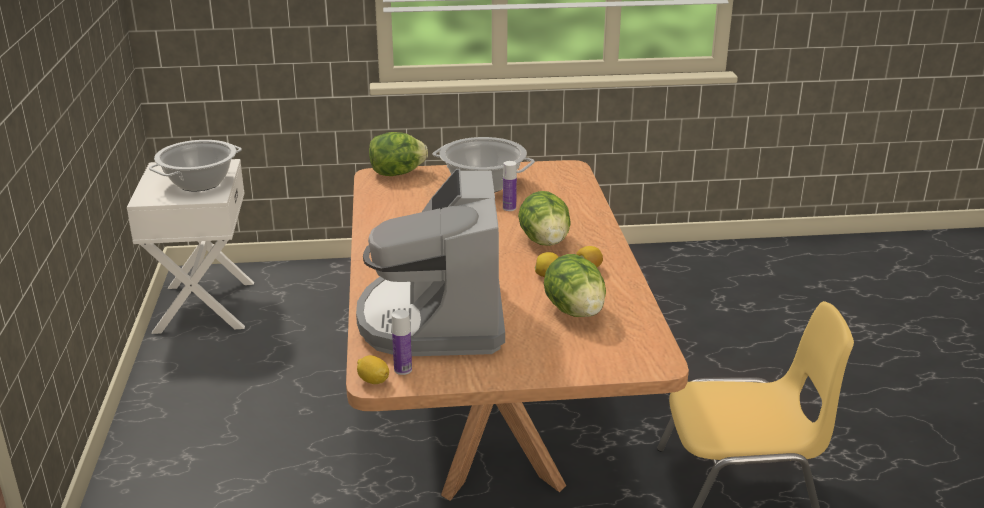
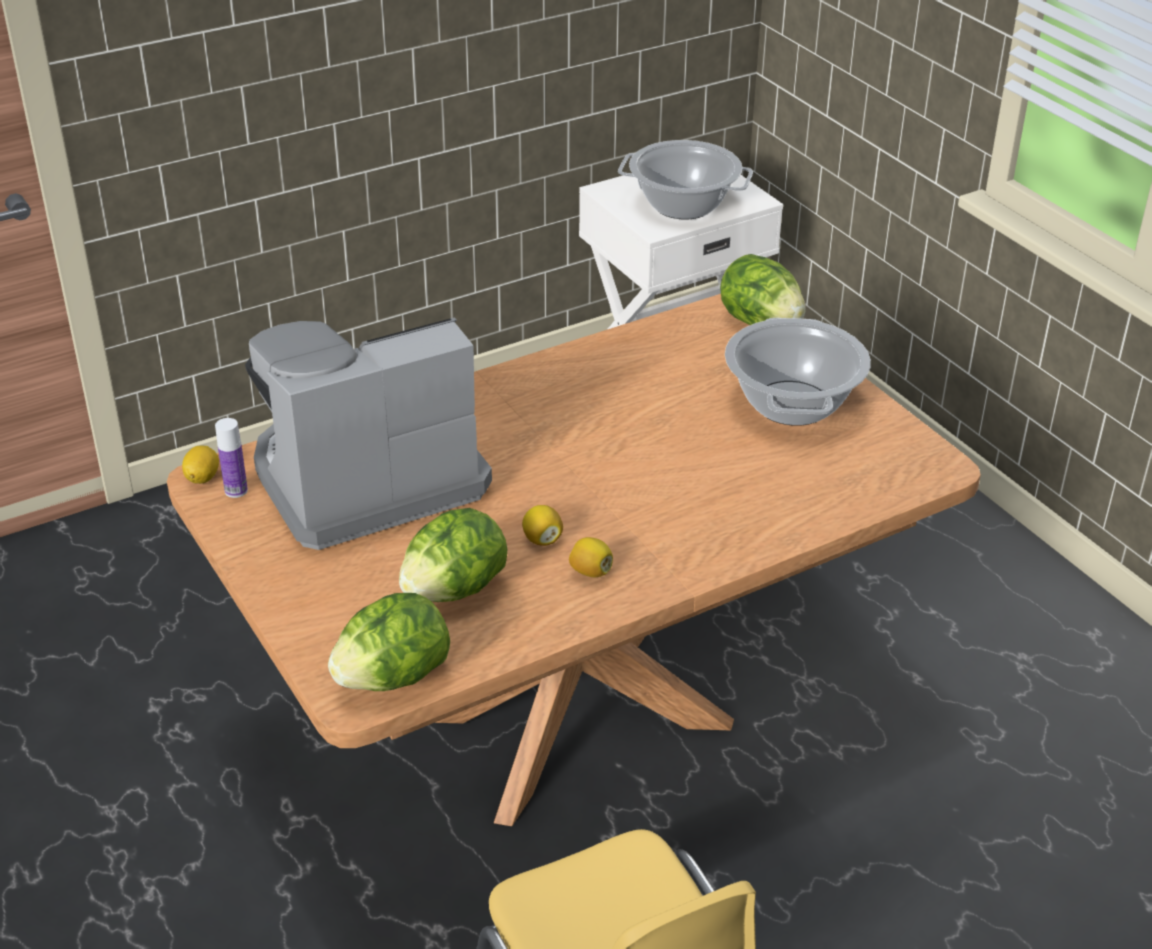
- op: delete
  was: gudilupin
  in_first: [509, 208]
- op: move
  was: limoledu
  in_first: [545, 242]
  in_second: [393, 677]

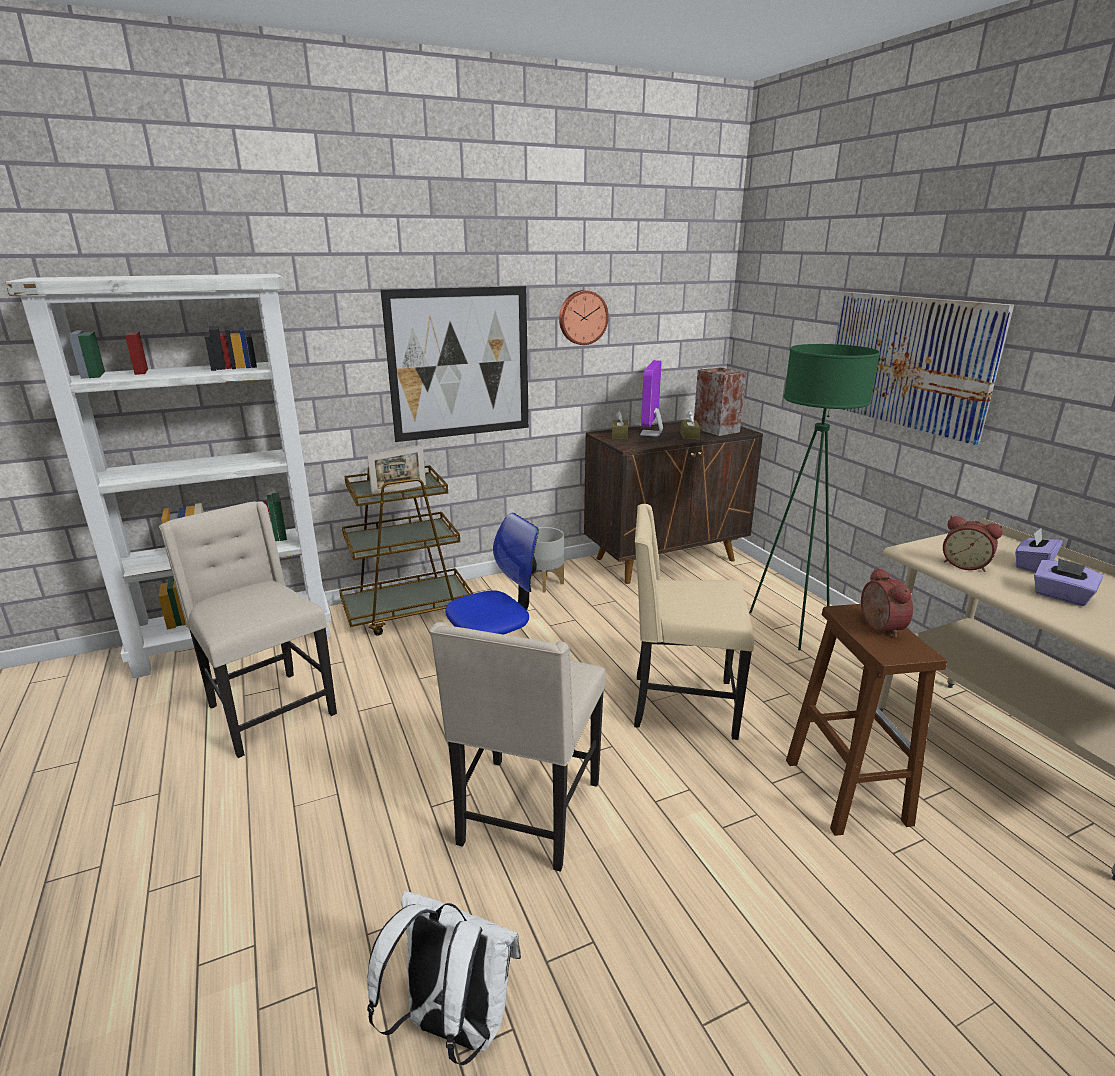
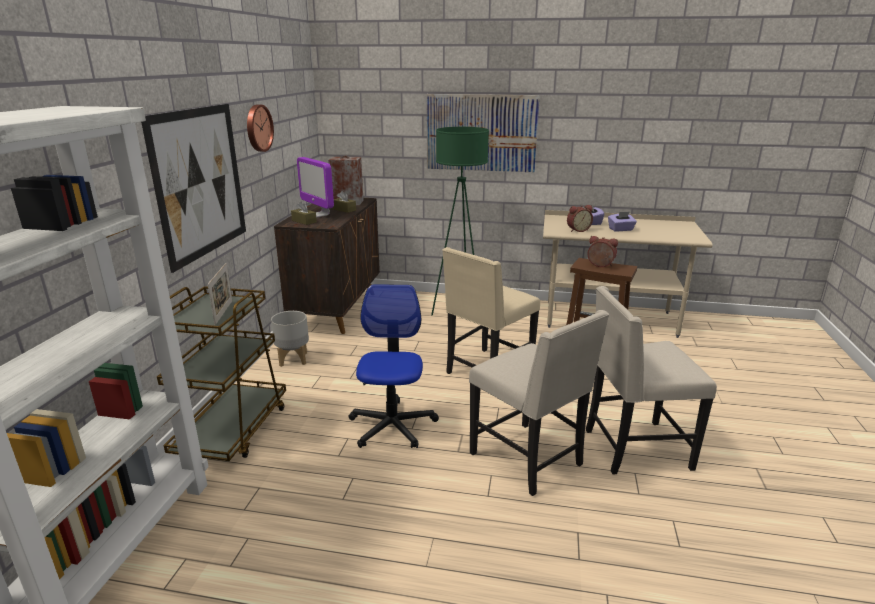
- op: move
  was: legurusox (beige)
  in_first: [268, 710]
  in_second: [634, 449]
- op: delete
  was: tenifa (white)
  in_first: [452, 1025]

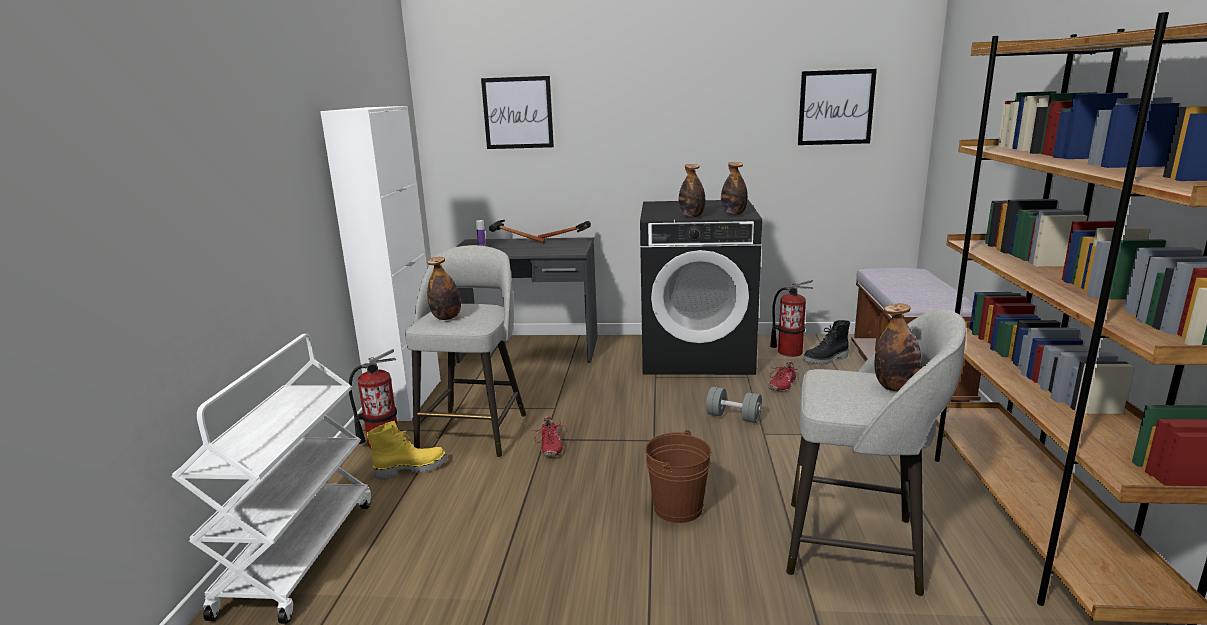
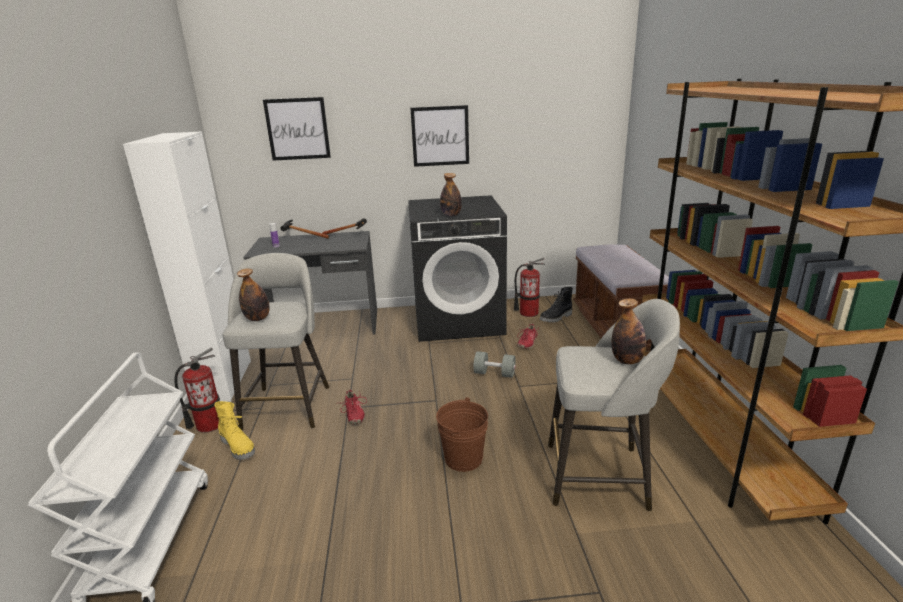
- op: rotate
  was: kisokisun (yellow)
  in_first: [411, 468]
  in_second: [238, 446]
  clockwise: 75
- op: delete
  was: gudilupin
  in_first: [733, 214]
- op: move
  was: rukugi
  in_first: [836, 107]
  in_second: [440, 136]

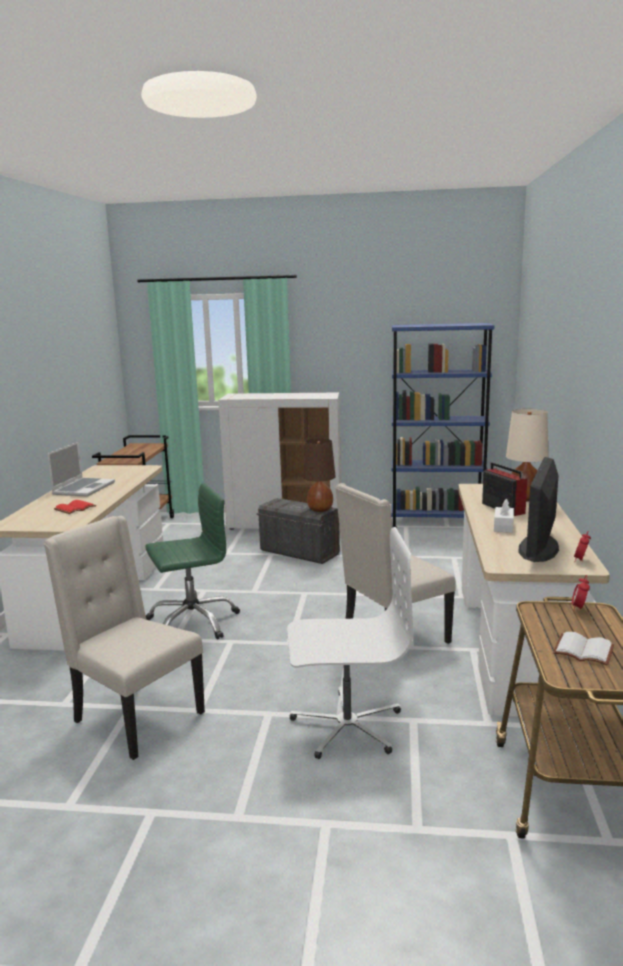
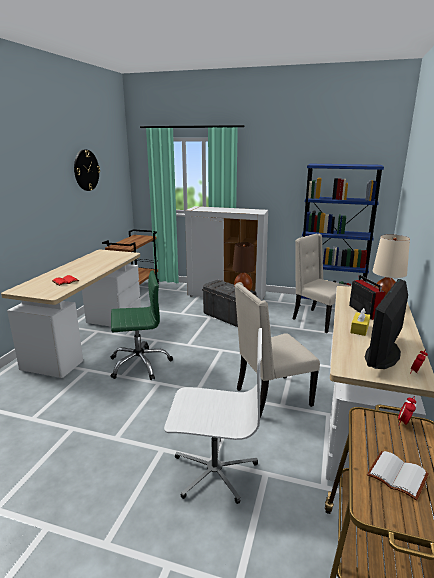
- op: move
  was: legurusox (beige)
  in_first: [135, 718]
  in_second: [318, 320]
- op: delete
  was: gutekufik
  in_first: [84, 488]
- op: recolor
  was: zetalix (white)
  now: zetalix (yellow)
  in_first: [503, 526]
  in_second: [359, 329]
- op: insert
  now: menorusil
  in_second: [86, 170]

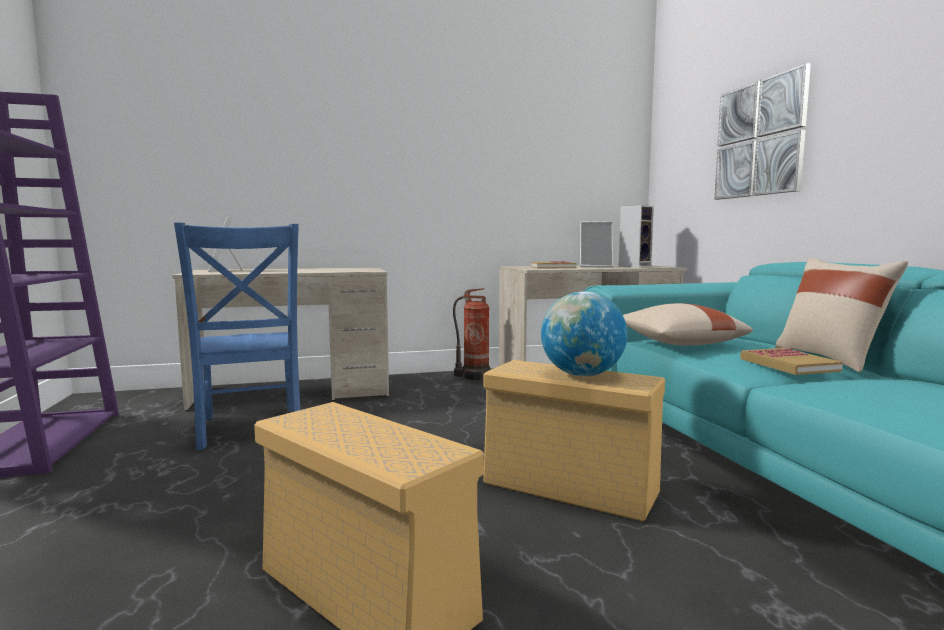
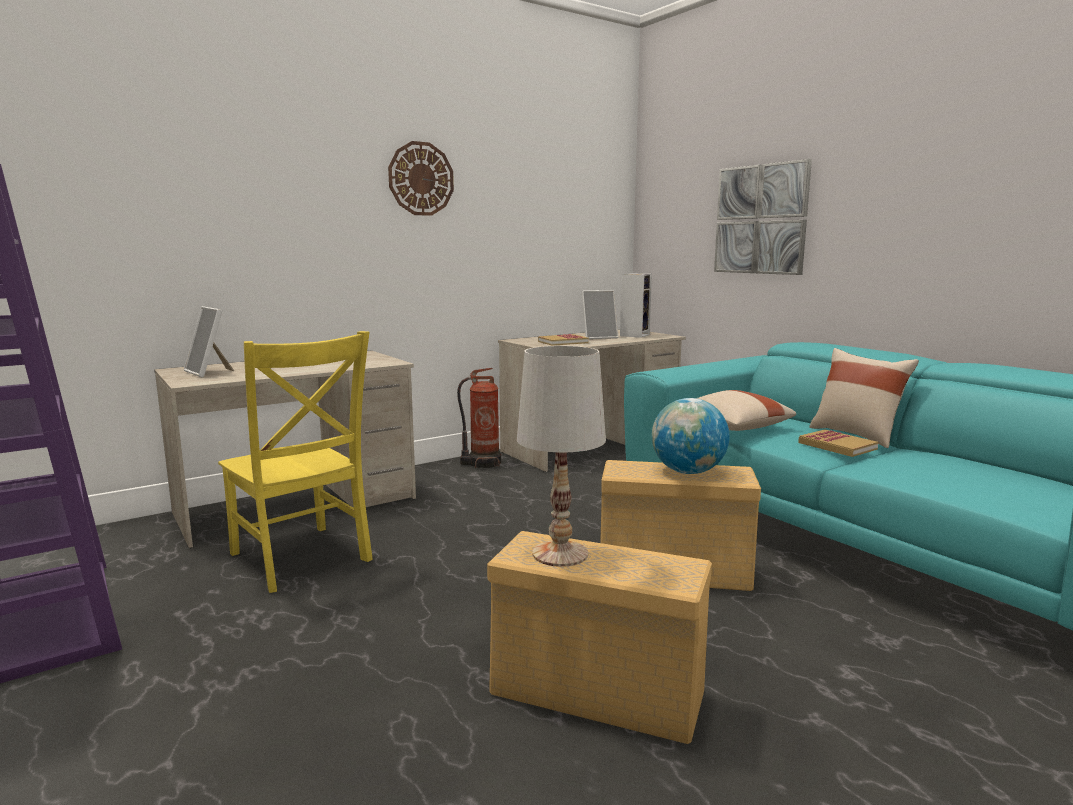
- op: recolor
  was: legurusox (blue)
  now: legurusox (yellow)
  in_first: [250, 429]
  in_second: [301, 559]
- op: insert
  now: menorusil
  in_second: [421, 179]
- op: insert
  now: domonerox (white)
  in_second: [560, 554]

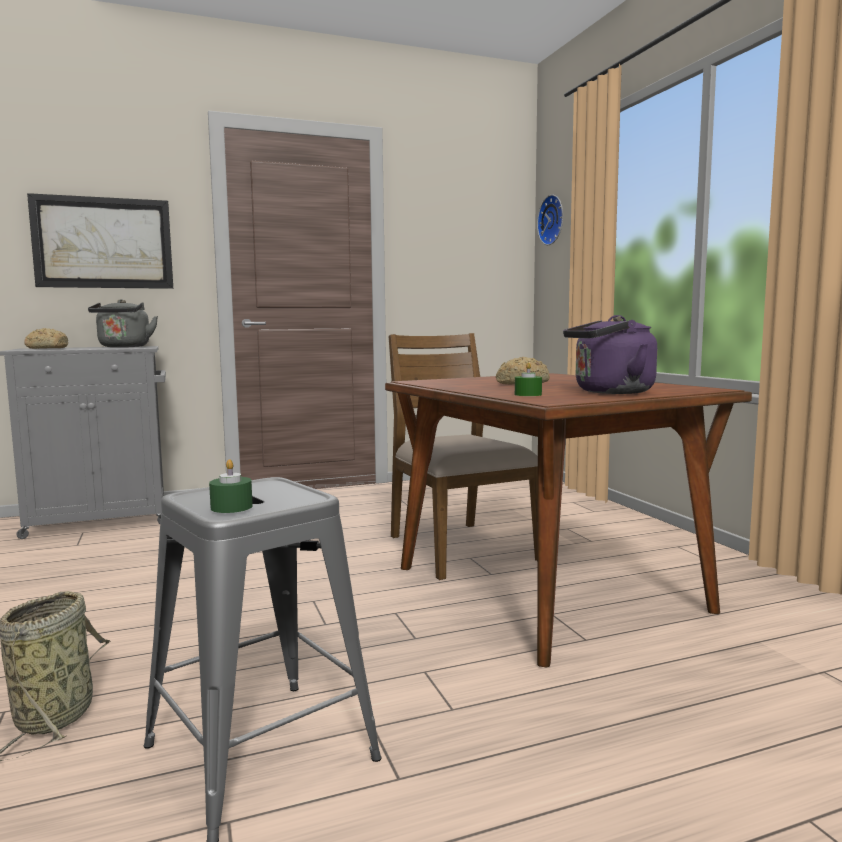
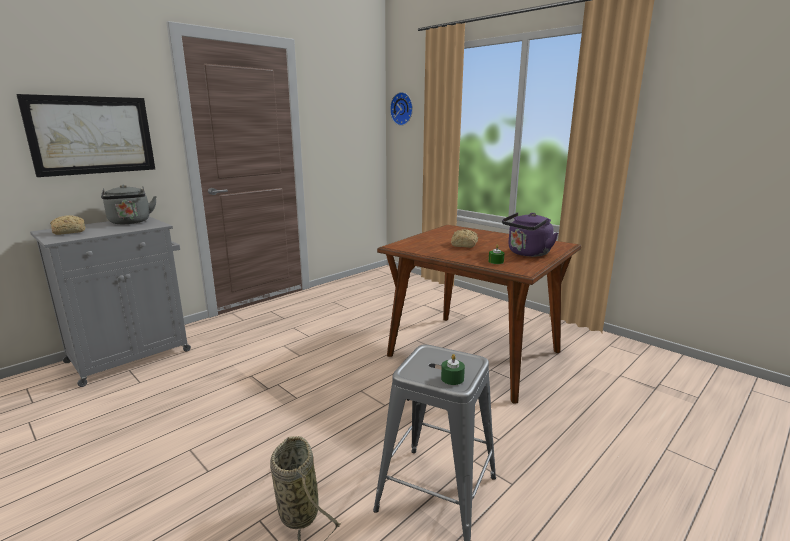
- op: delete
  was: legurusox (brown)
  in_first: [459, 548]

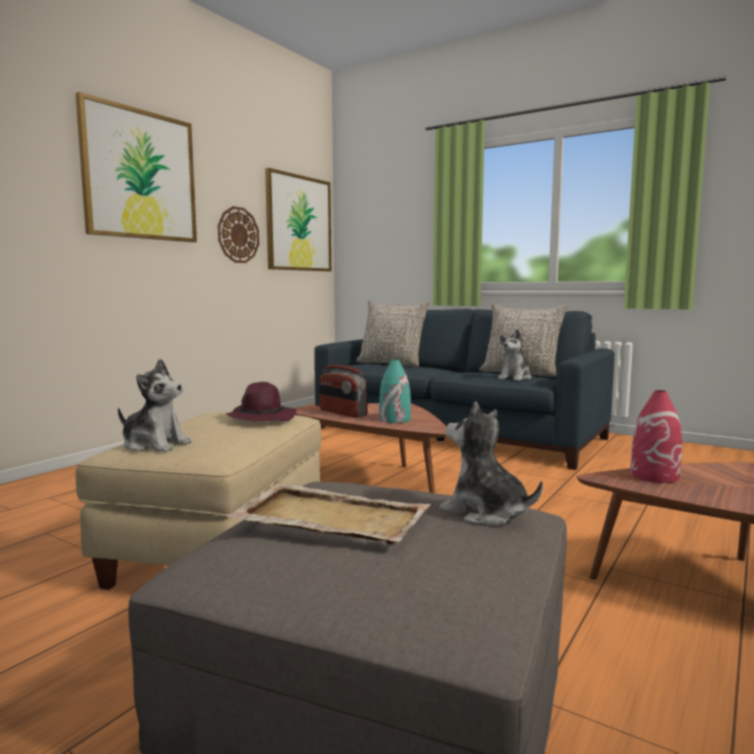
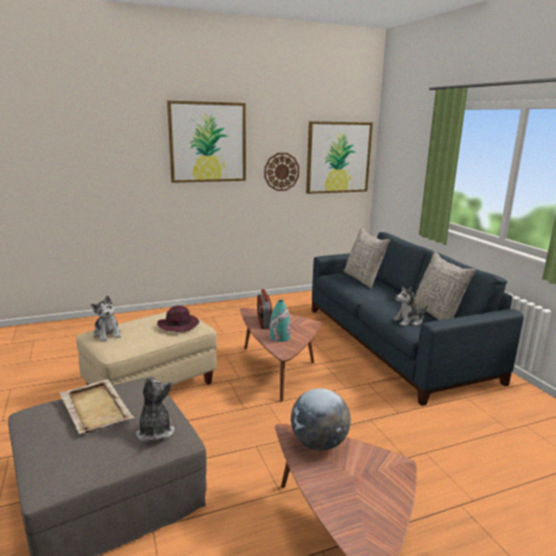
- op: replace
  was: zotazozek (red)
  now: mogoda
  in_first: [654, 476]
  in_second: [319, 443]

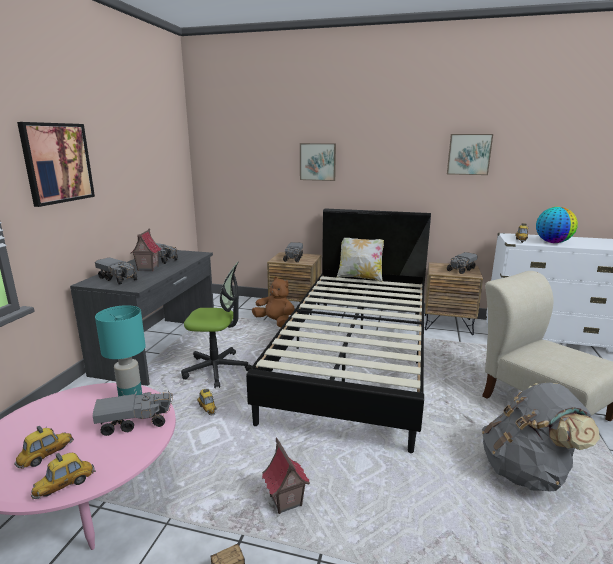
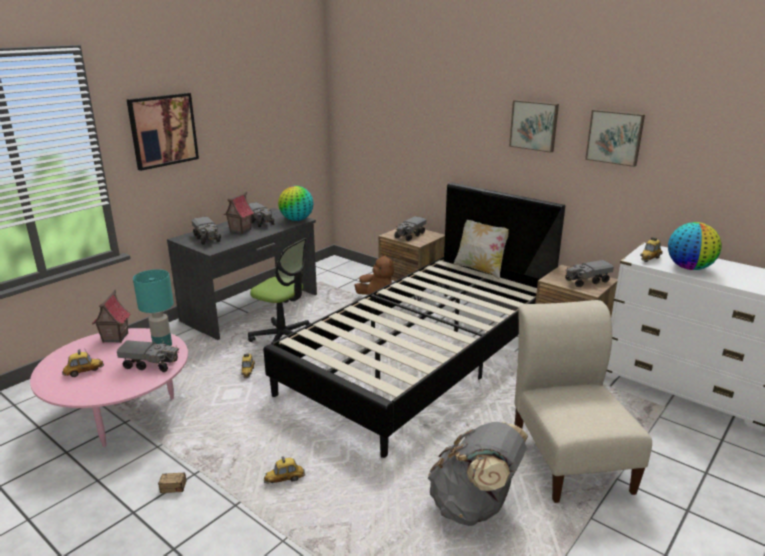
- op: move
  was: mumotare
  in_first: [65, 486]
  in_second: [284, 479]
- op: move
  was: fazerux
  in_first: [285, 502]
  in_second: [115, 338]
- op: move
  was: rukugi
  in_first: [318, 161]
  in_second: [534, 125]
- op: insert
  now: mogoda
  in_second: [297, 220]

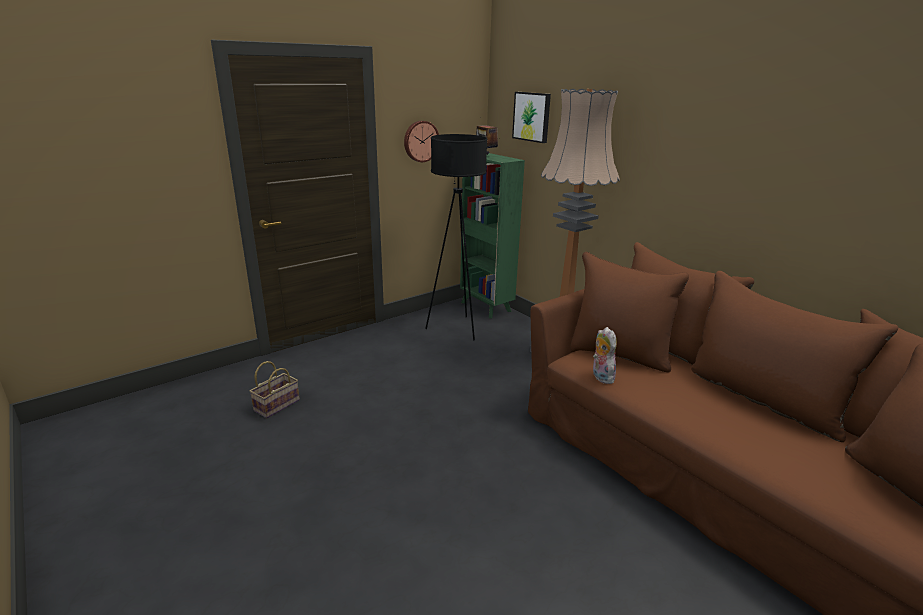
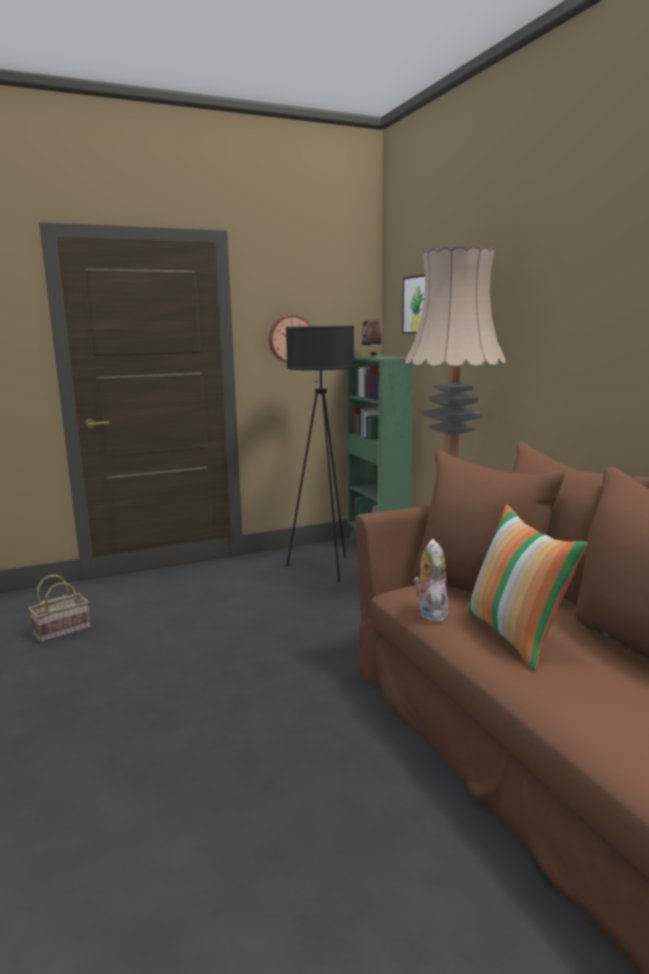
- op: insert
  now: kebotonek
  in_second: [515, 636]

